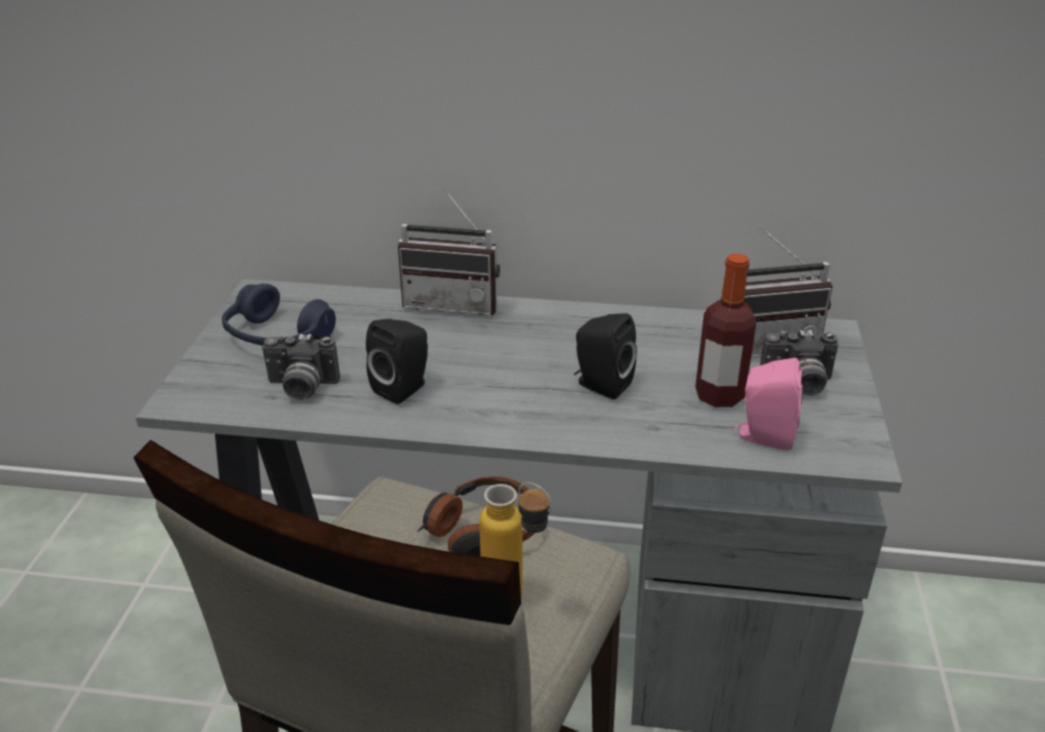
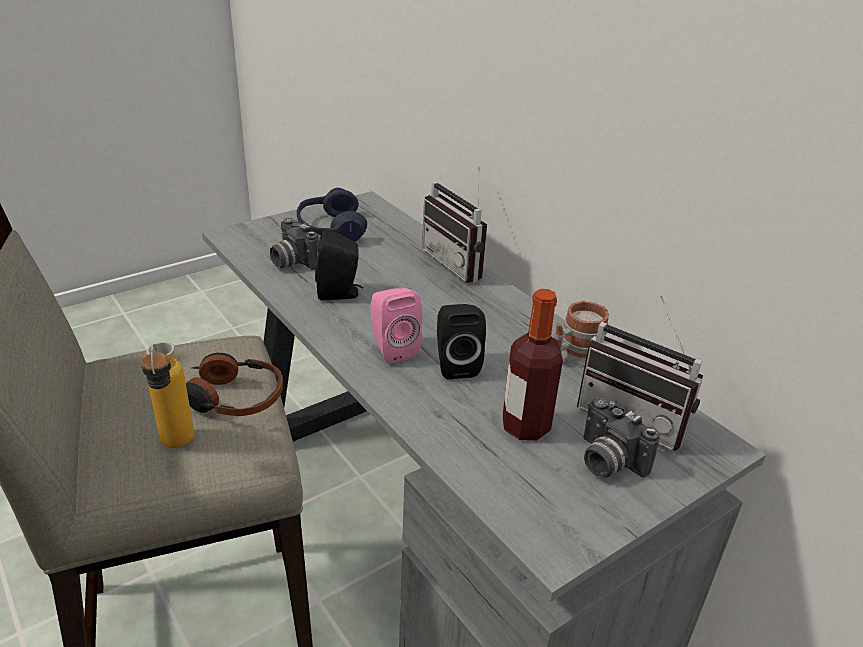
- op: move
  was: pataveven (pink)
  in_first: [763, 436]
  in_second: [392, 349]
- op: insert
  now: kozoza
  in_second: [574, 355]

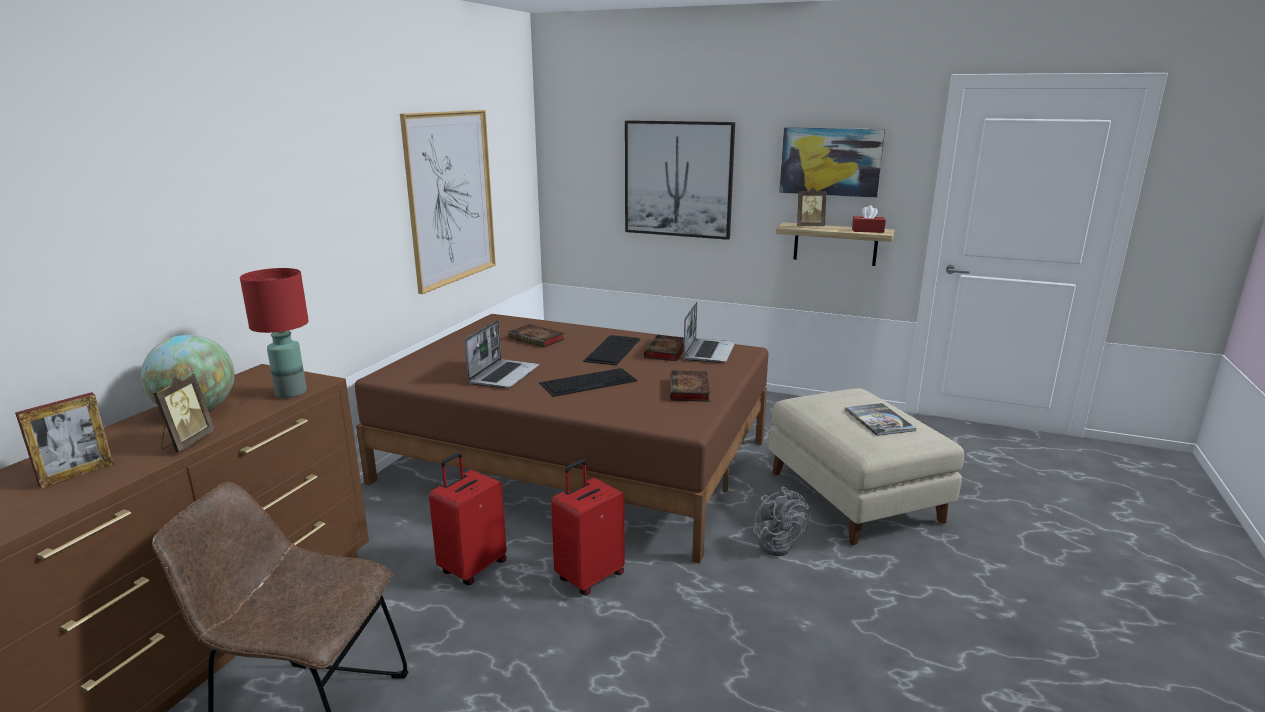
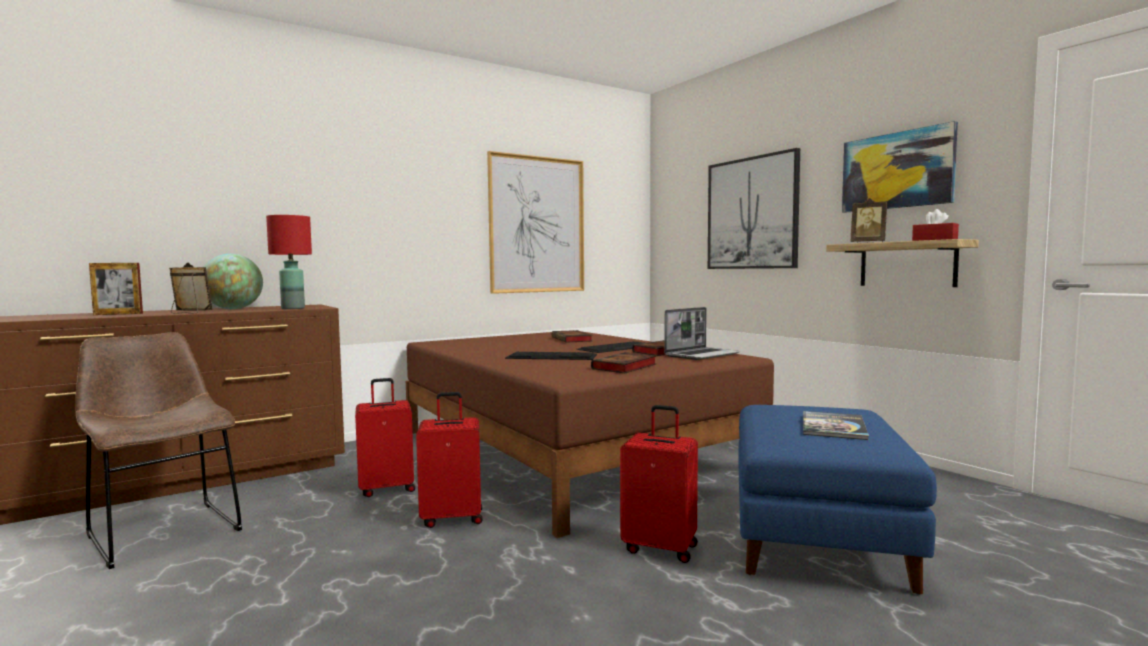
- op: rotate
  was: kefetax
  in_first: [187, 442]
  in_second: [189, 312]
  clockwise: -135
- op: delete
  was: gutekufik
  in_first: [504, 375]
- op: replace
  was: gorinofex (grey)
  now: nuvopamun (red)
  in_first: [778, 543]
  in_second: [661, 547]
- op: recolor
  was: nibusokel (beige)
  now: nibusokel (blue)
  in_first: [855, 498]
  in_second: [818, 539]

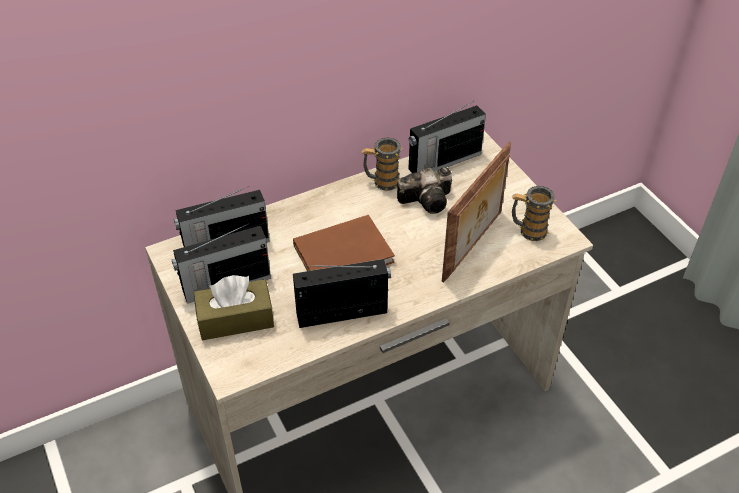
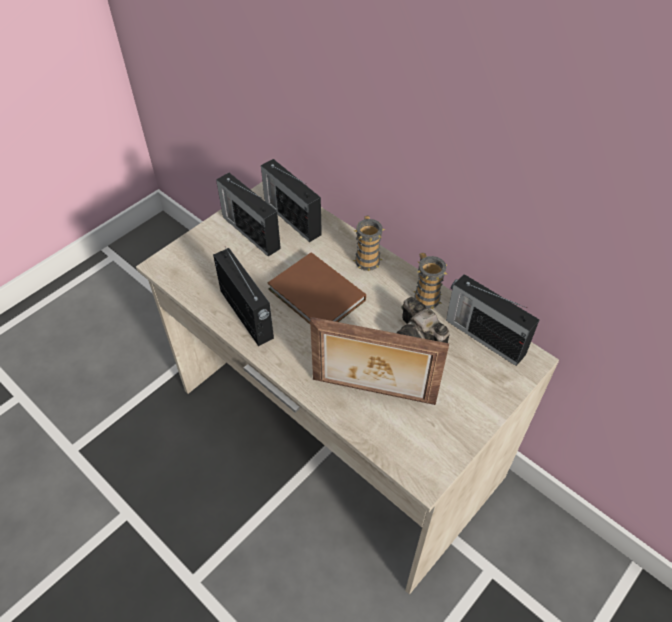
- op: delete
  was: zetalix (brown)
  in_first: [235, 319]
- op: move
  was: kozoza
  in_first: [528, 230]
  in_second: [367, 257]

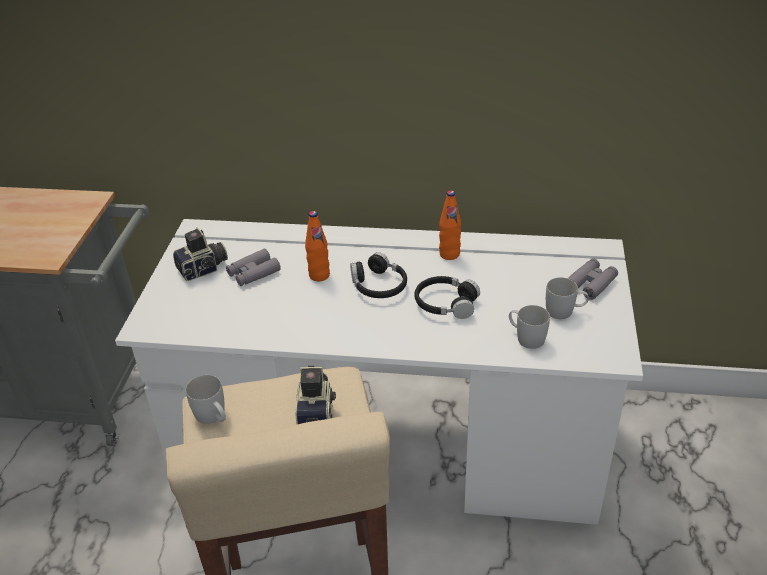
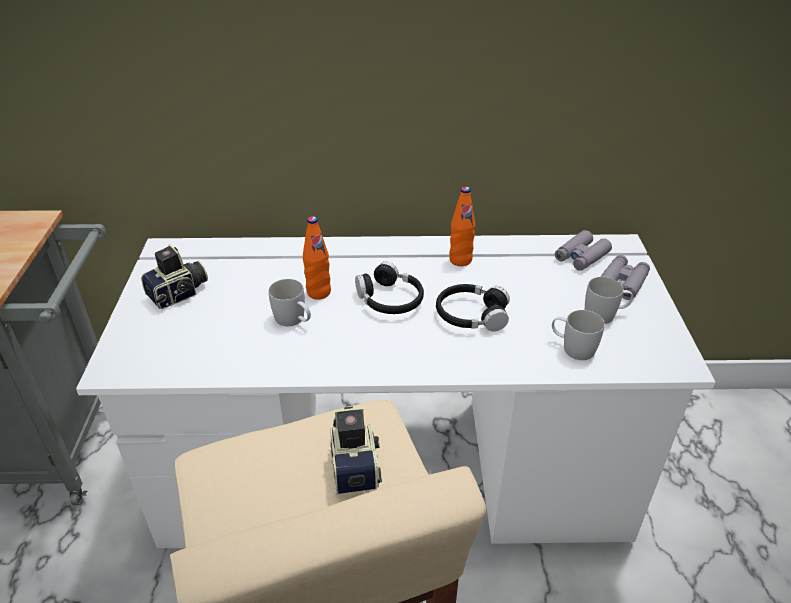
- op: move
  was: kozoza (white)
  in_first: [213, 417]
  in_second: [294, 320]
- op: move
  was: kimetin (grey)
  in_first: [253, 273]
  in_second: [581, 256]

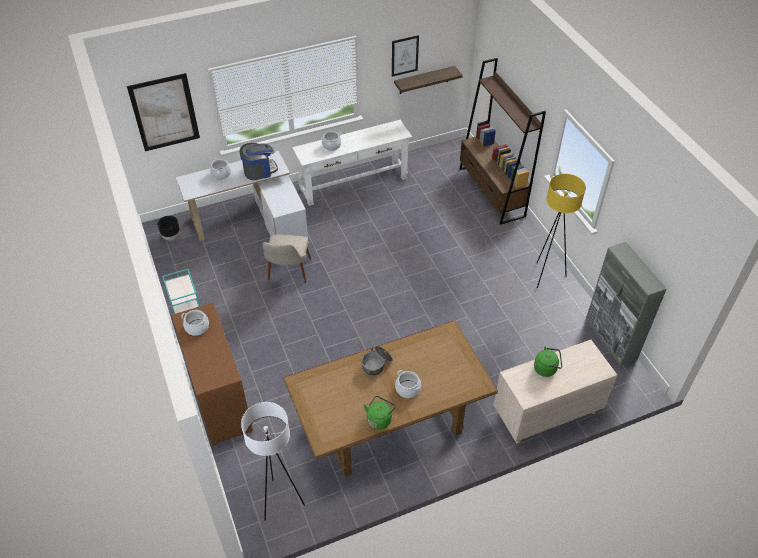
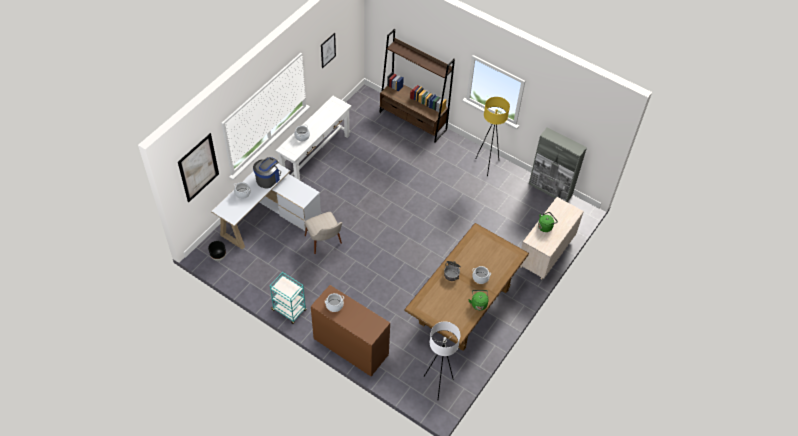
- op: delete
  was: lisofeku
  in_first: [424, 80]

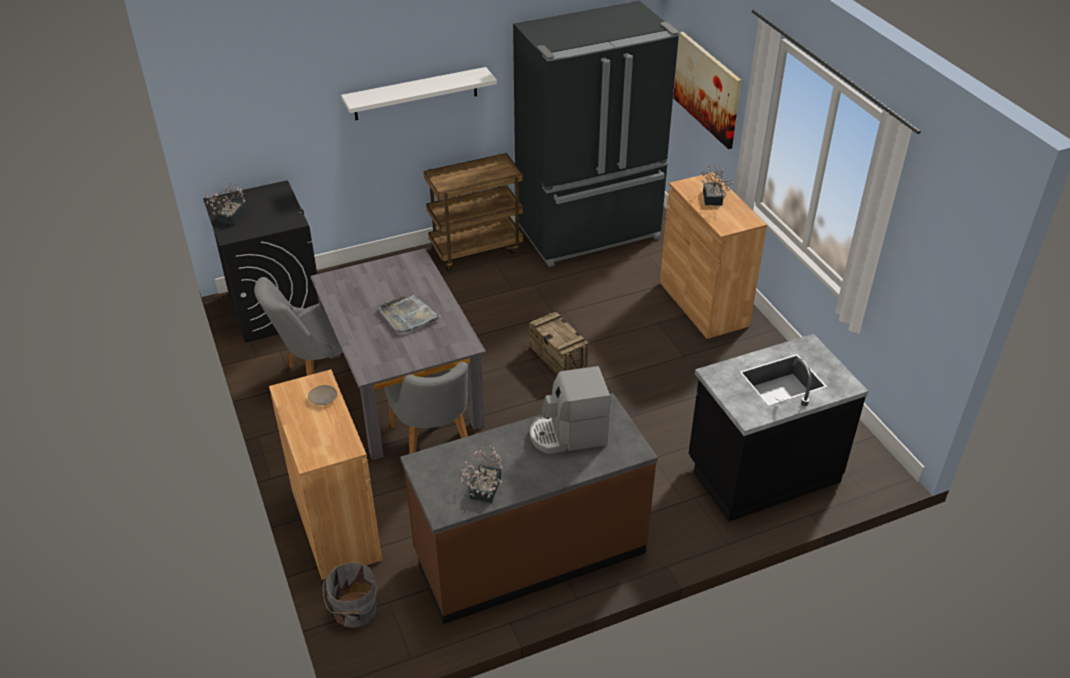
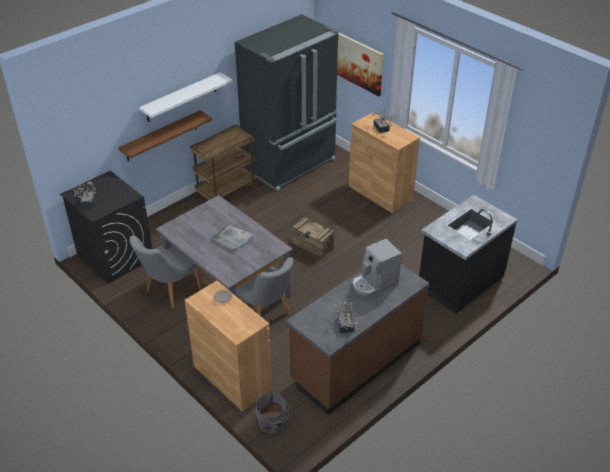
- op: insert
  now: lisofeku (brown)
  in_second: [161, 136]

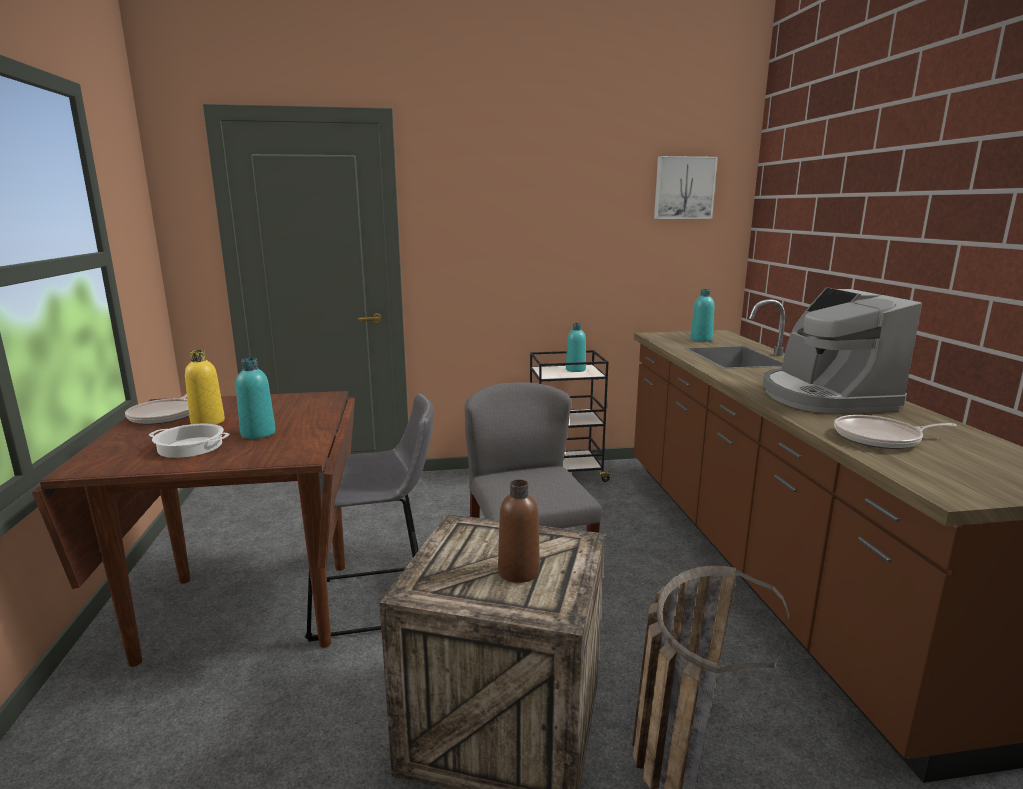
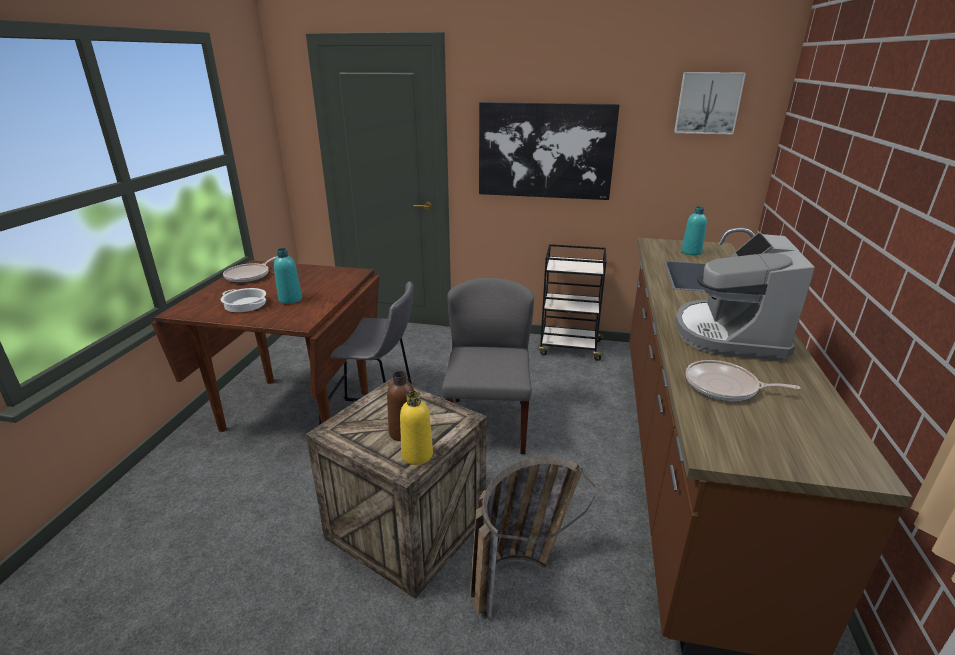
- op: move
  was: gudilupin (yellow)
  in_first: [208, 422]
  in_second: [417, 455]
- op: delete
  was: gudilupin (turquoise)
  in_first: [575, 369]
- op: insert
  now: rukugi
  in_second: [545, 151]

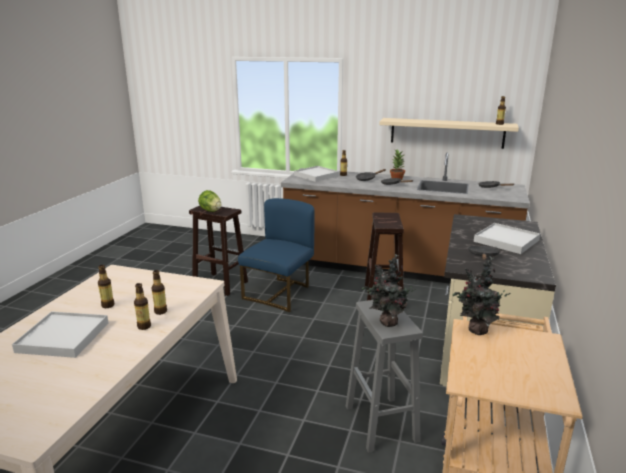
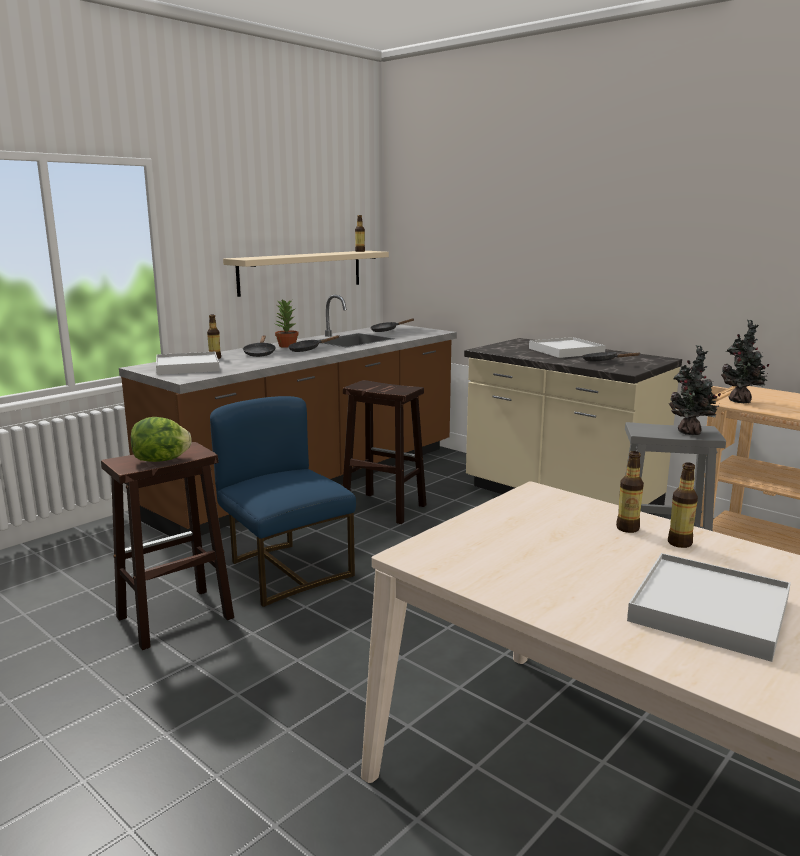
- op: delete
  was: gudilupin
  in_first: [108, 305]

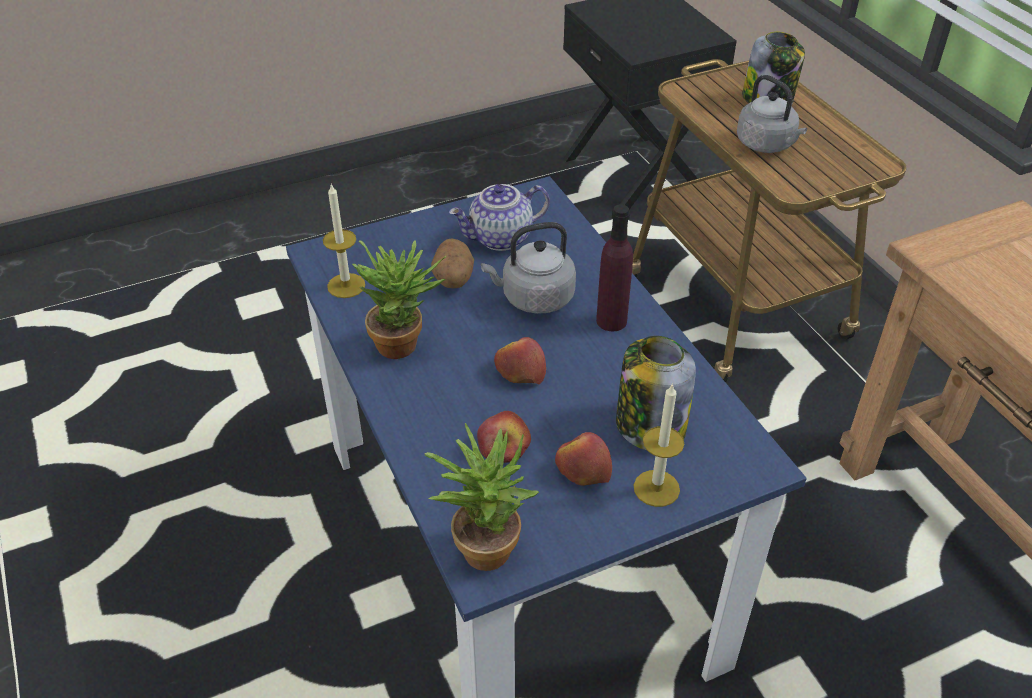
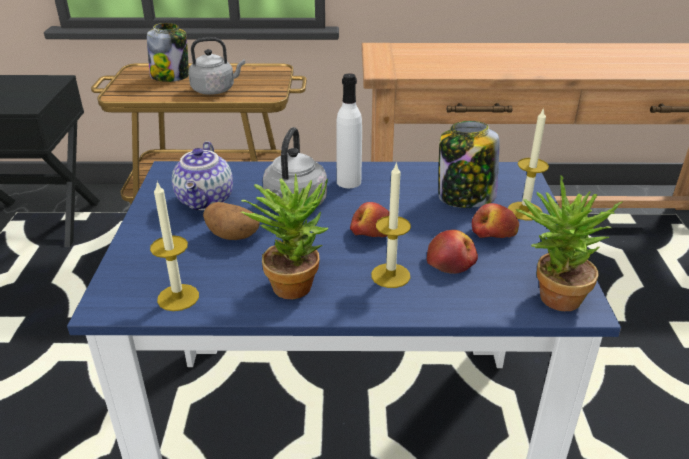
- op: recolor
  was: gudilupin (purple)
  now: gudilupin (white)
  in_first: [611, 321]
  in_second: [349, 182]
- op: insert
  now: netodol
  in_second: [390, 275]

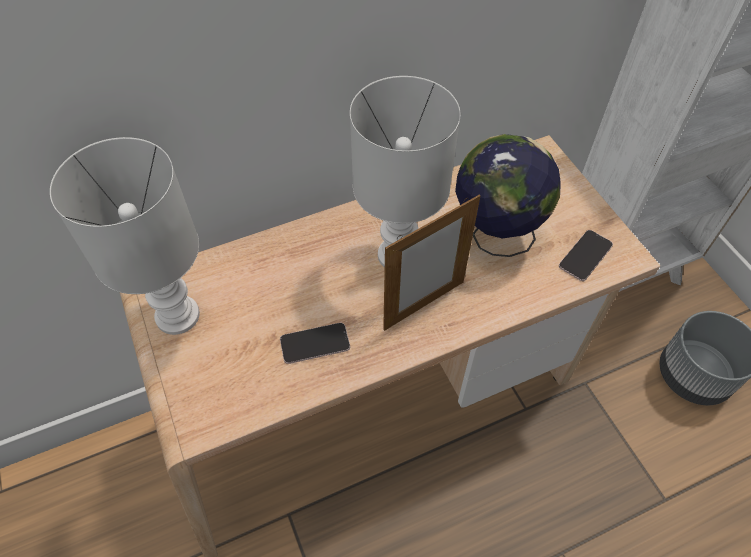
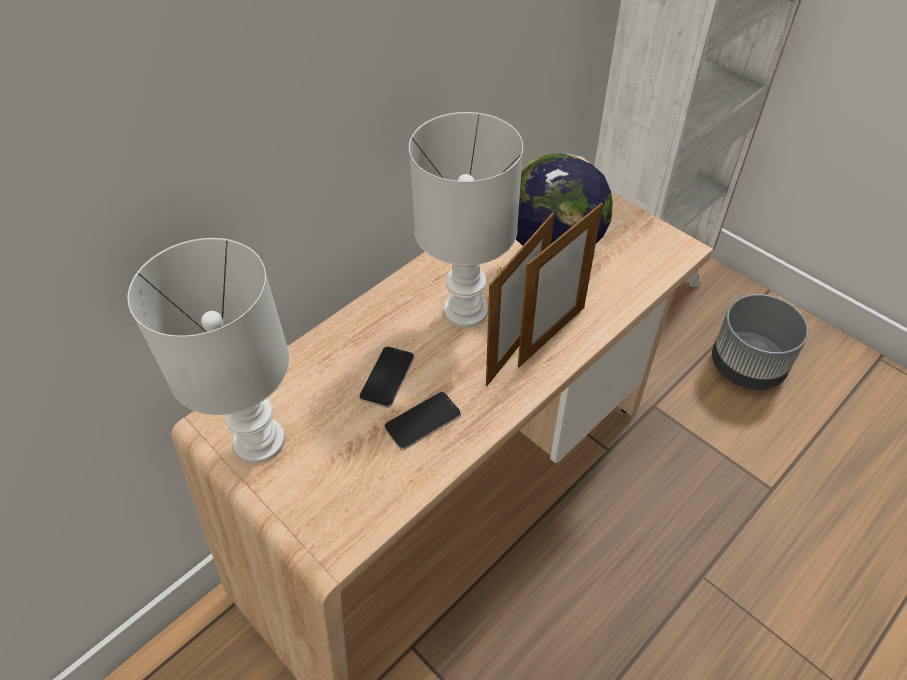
- op: move
  was: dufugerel
  in_first: [585, 256]
  in_second: [387, 377]
- op: insert
  now: kefetax
  in_second: [551, 336]

